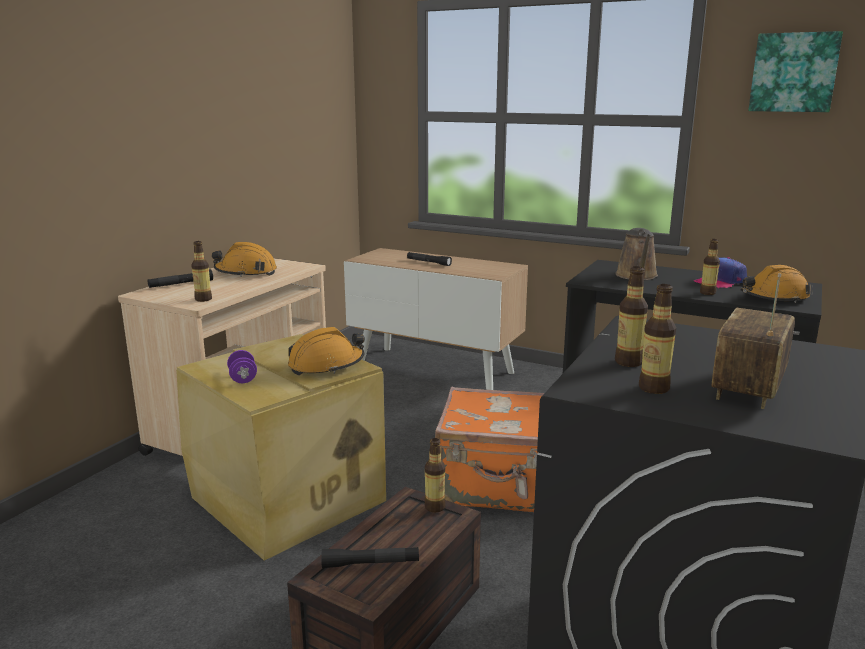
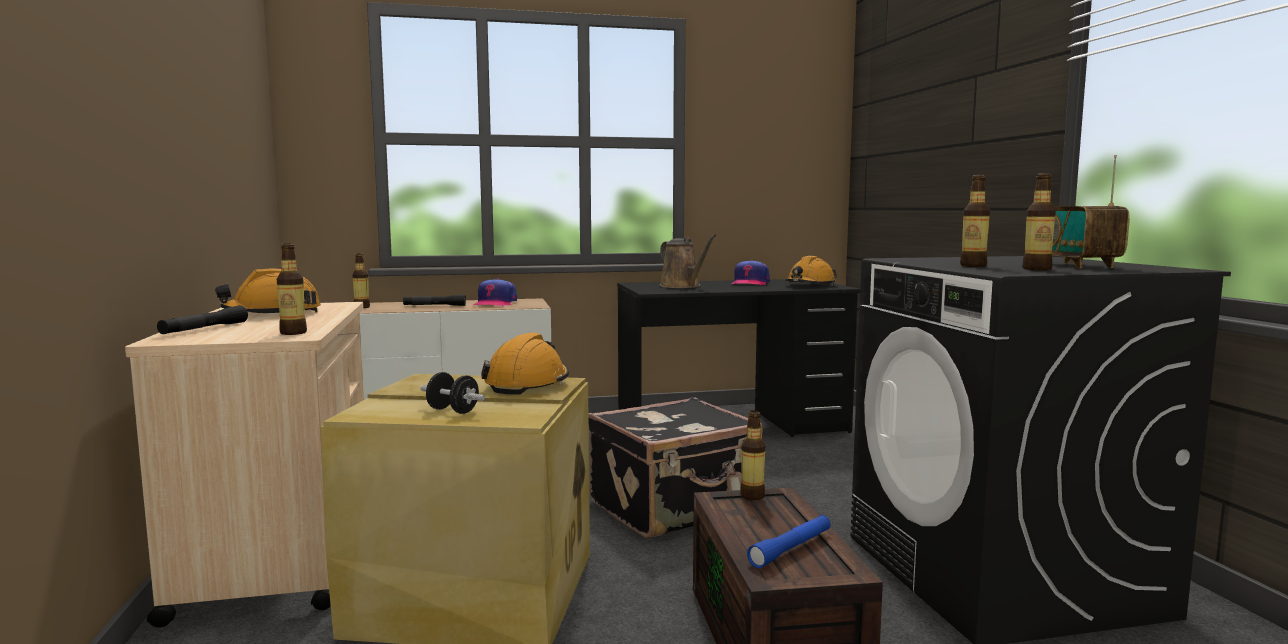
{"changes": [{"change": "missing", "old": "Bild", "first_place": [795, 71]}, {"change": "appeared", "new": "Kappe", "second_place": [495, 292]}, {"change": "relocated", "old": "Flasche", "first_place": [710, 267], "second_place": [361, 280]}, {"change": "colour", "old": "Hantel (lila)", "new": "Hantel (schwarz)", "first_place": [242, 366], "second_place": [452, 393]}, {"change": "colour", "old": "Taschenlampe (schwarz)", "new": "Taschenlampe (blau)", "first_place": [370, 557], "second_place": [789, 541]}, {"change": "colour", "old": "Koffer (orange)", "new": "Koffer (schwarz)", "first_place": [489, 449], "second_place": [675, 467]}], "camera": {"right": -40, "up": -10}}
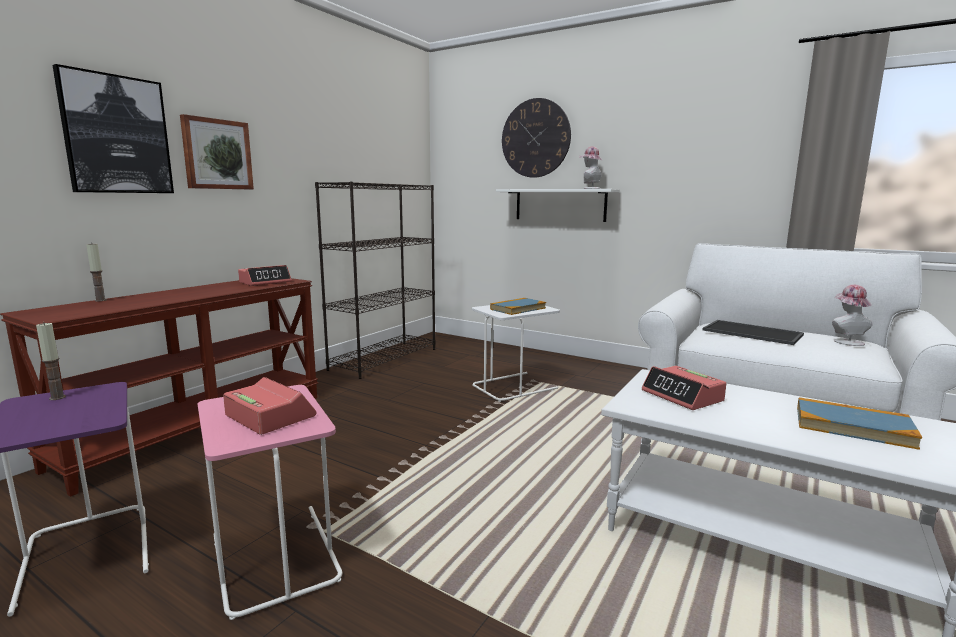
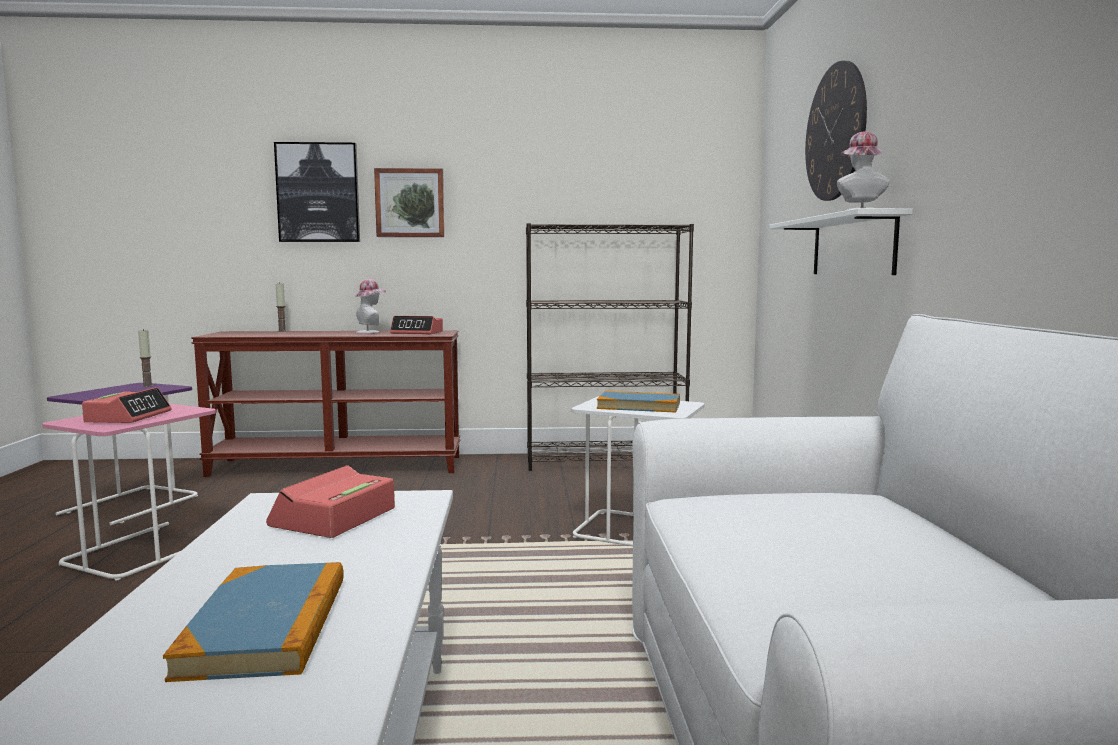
{"changes": [{"change": "missing", "old": "Tablett", "first_place": [753, 332]}, {"change": "relocated", "old": "Hut", "first_place": [852, 315], "second_place": [370, 306]}], "camera": {"right": 55, "up": -5}}
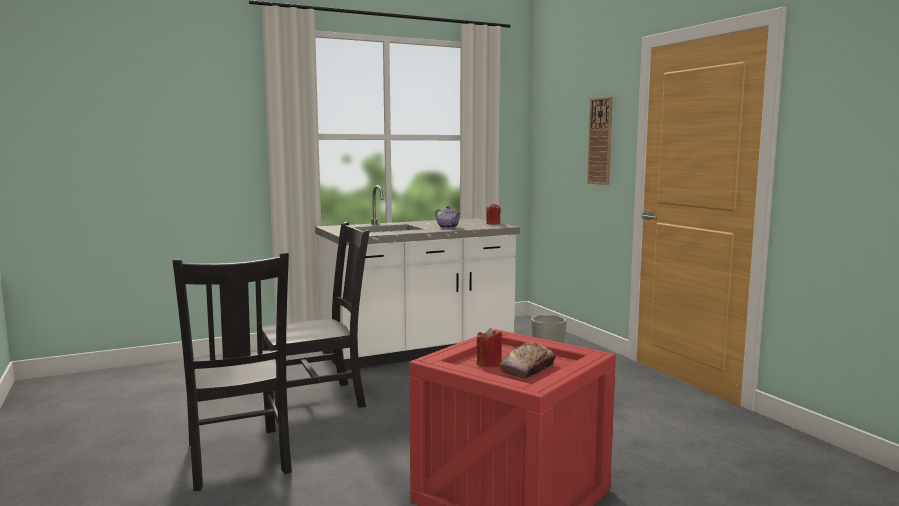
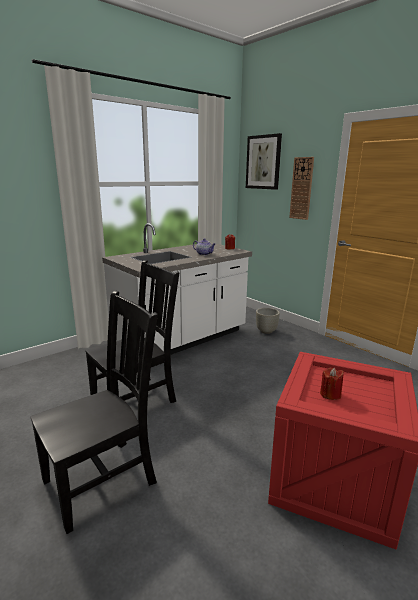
{"changes": [{"change": "missing", "old": "Brot", "first_place": [528, 360]}, {"change": "appeared", "new": "Bild", "second_place": [264, 161]}, {"change": "spun", "old": "Stuhl (schwarz)", "first_place": [232, 372], "second_place": [94, 412], "degrees": -90}], "camera": {"right": -15, "up": 10}}
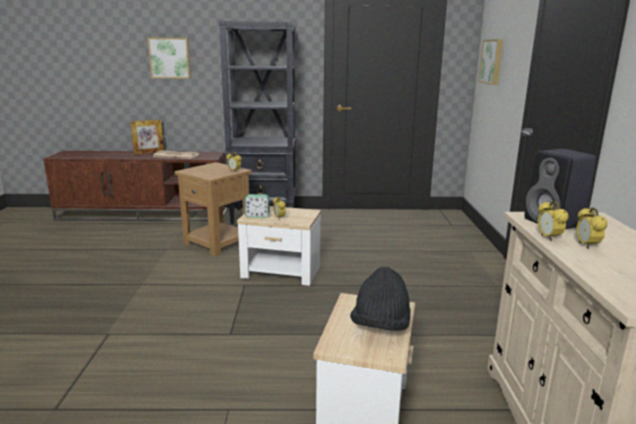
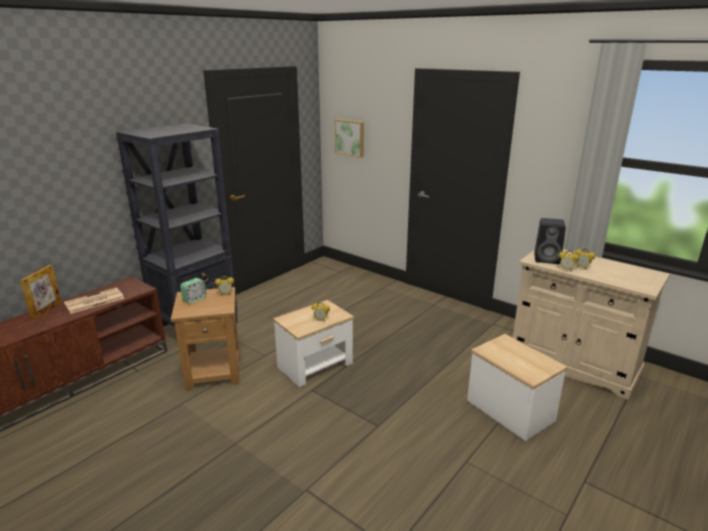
{"changes": [{"change": "missing", "old": "Bild", "first_place": [169, 58]}, {"change": "missing", "old": "Hut (schwarz)", "first_place": [380, 299]}, {"change": "relocated", "old": "Wecker", "first_place": [256, 206], "second_place": [193, 291]}], "camera": {"right": -50, "up": 5}}
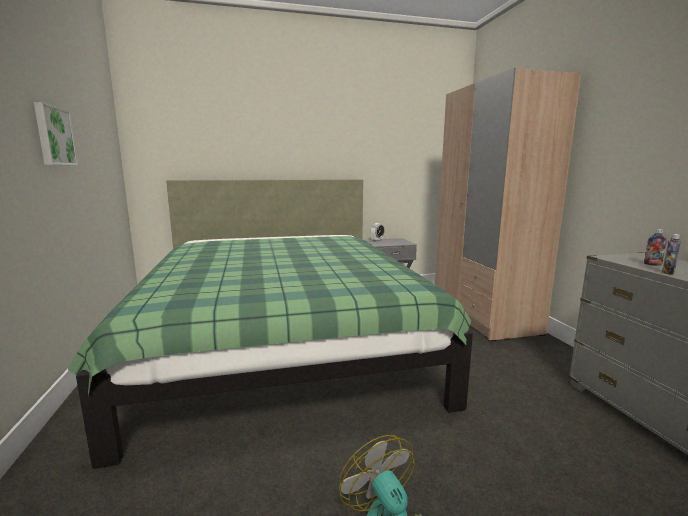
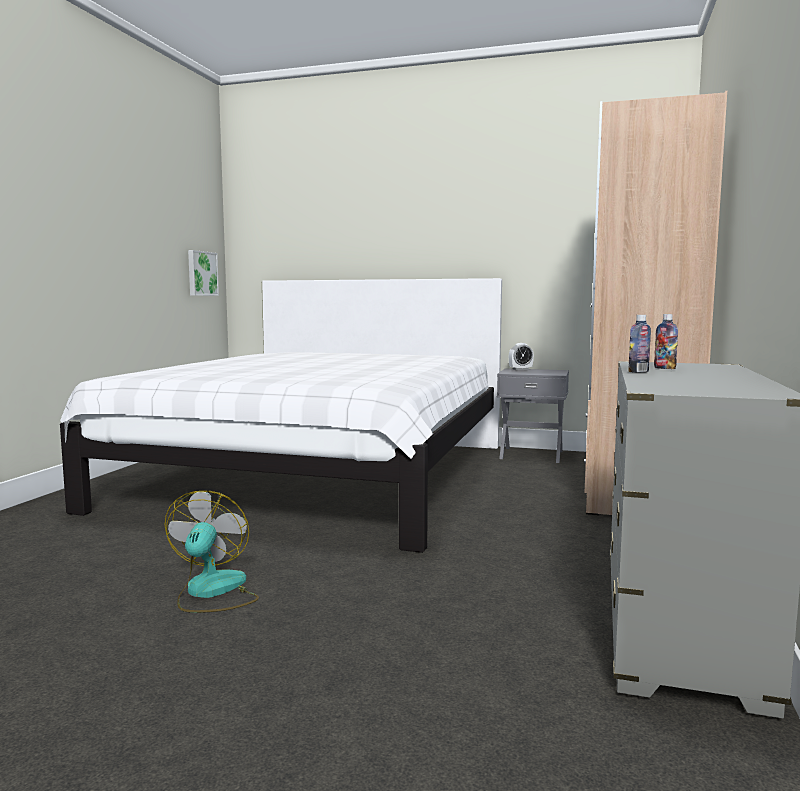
{"changes": [{"change": "relocated", "old": "Bild", "first_place": [56, 134], "second_place": [203, 273]}, {"change": "colour", "old": "Bett (grün)", "new": "Bett (weiß)", "first_place": [270, 324], "second_place": [281, 415]}], "camera": {"right": 30, "up": -5}}
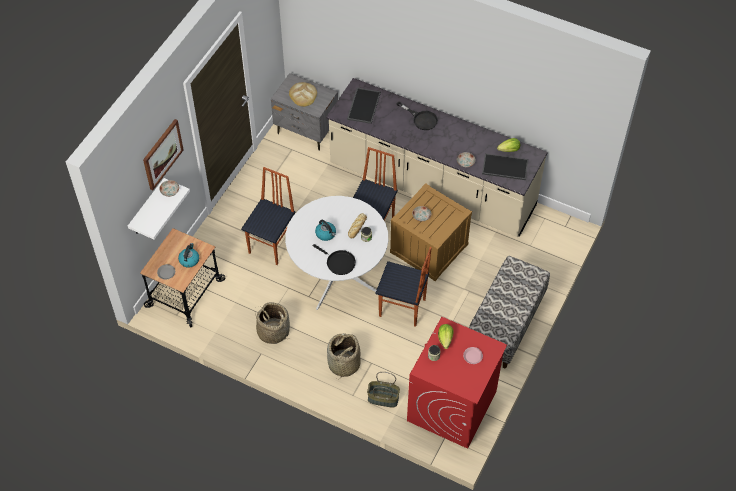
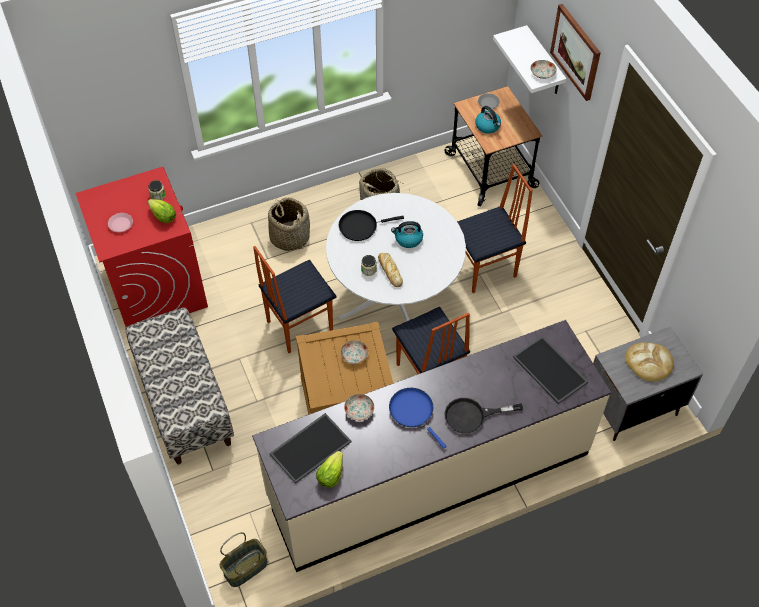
{"changes": [{"change": "appeared", "new": "Pfanne (blau)", "second_place": [418, 418]}, {"change": "relocated", "old": "Korb", "first_place": [383, 390], "second_place": [244, 559]}, {"change": "spun", "old": "Stuhl", "first_place": [268, 216], "second_place": [495, 228], "degrees": -90}], "camera": {"right": 130, "up": 0}}
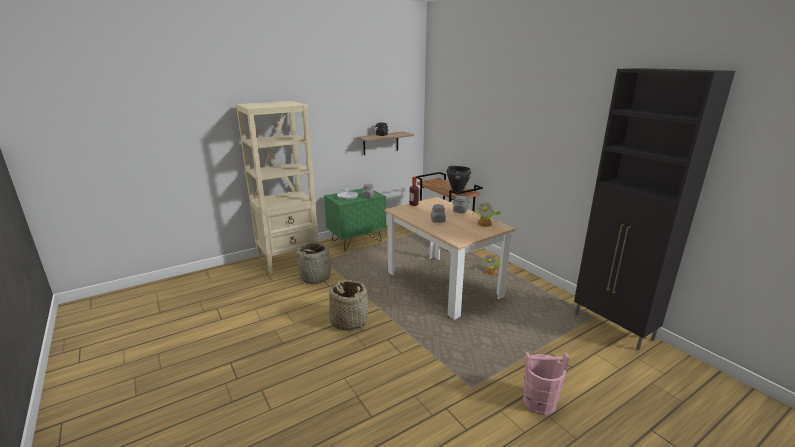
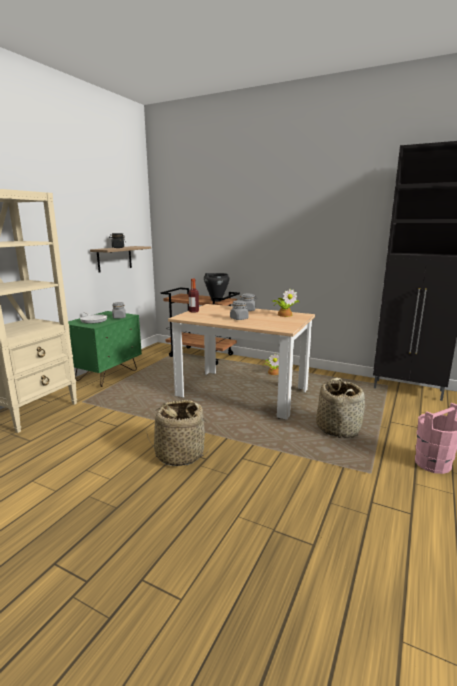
{"changes": [{"change": "relocated", "old": "Korb", "first_place": [314, 262], "second_place": [340, 408]}], "camera": {"right": -30, "up": -5}}
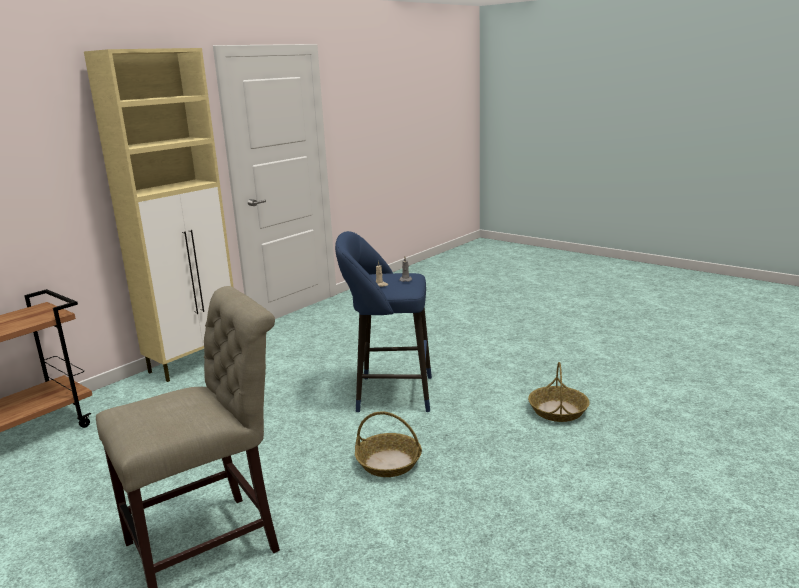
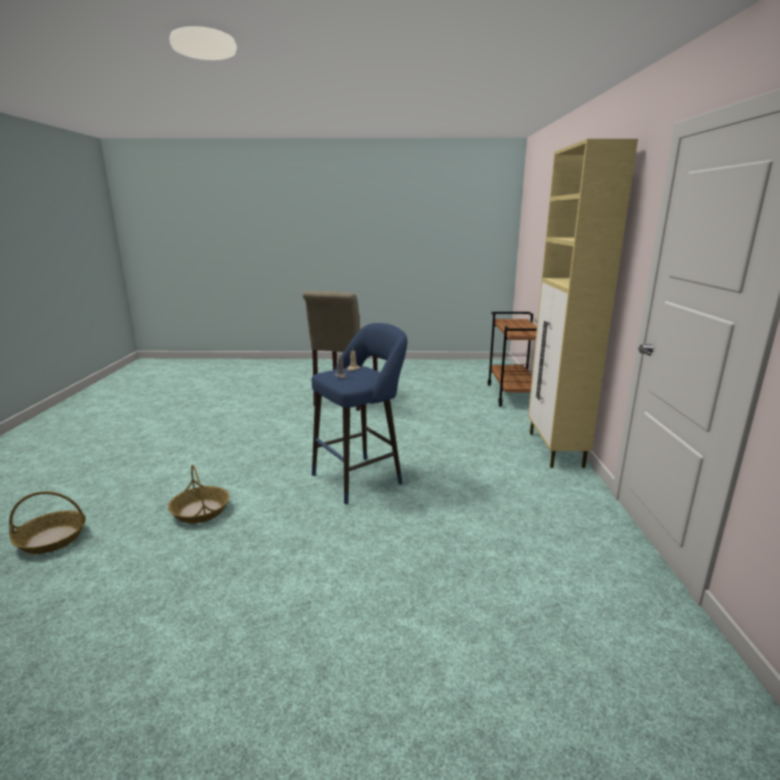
{"changes": [{"change": "relocated", "old": "Korb", "first_place": [388, 444], "second_place": [47, 522]}], "camera": {"right": 140, "up": 0}}
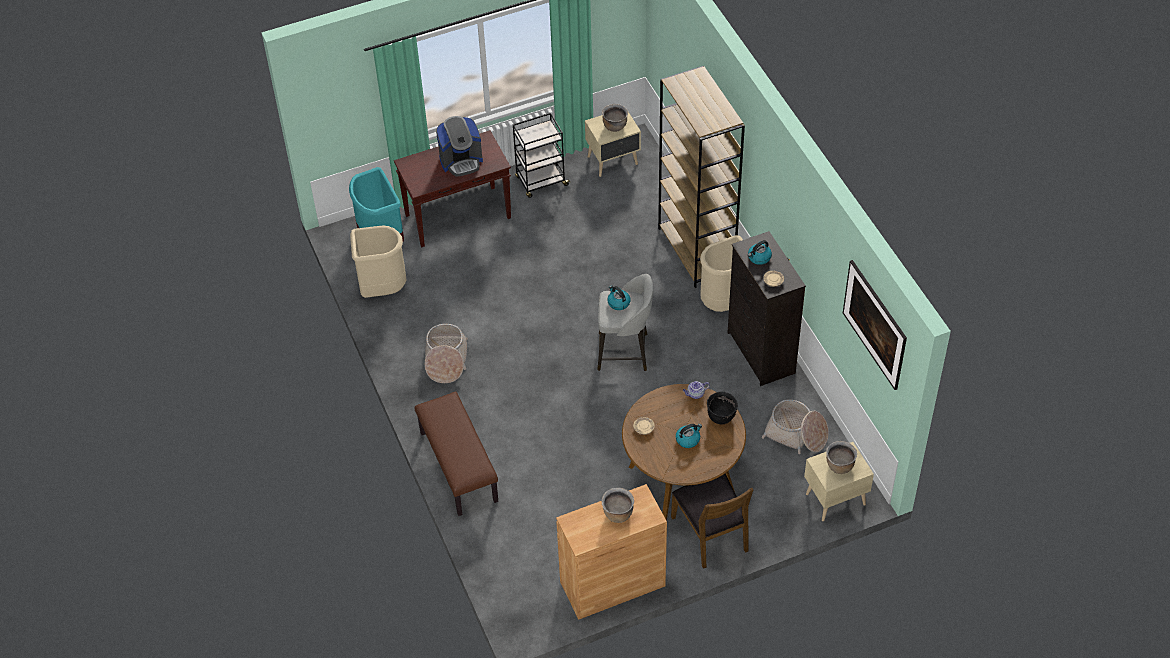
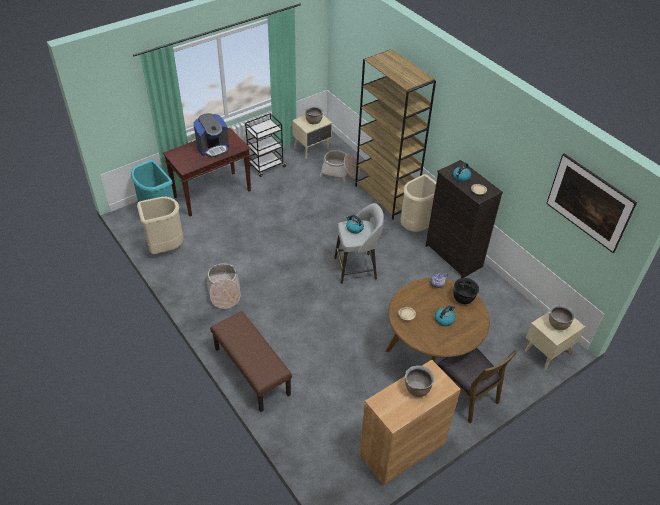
{"changes": [{"change": "relocated", "old": "Korb", "first_place": [795, 426], "second_place": [340, 166]}], "camera": {"right": -15, "up": -5}}
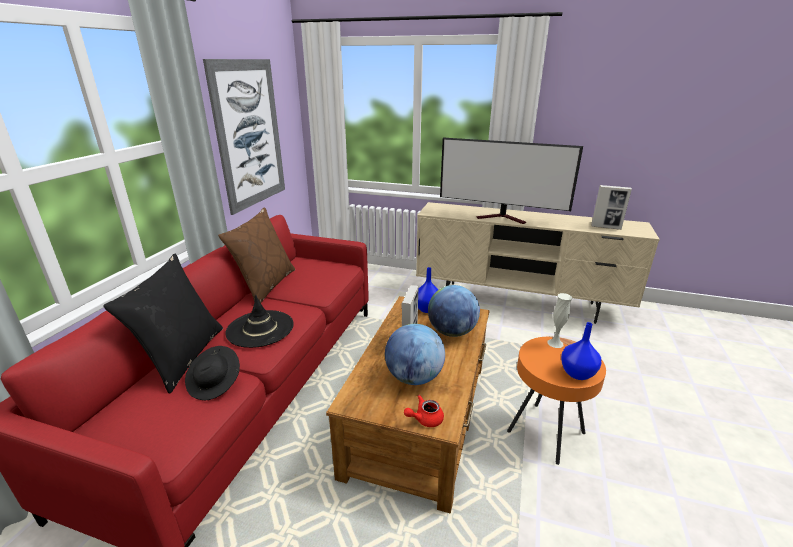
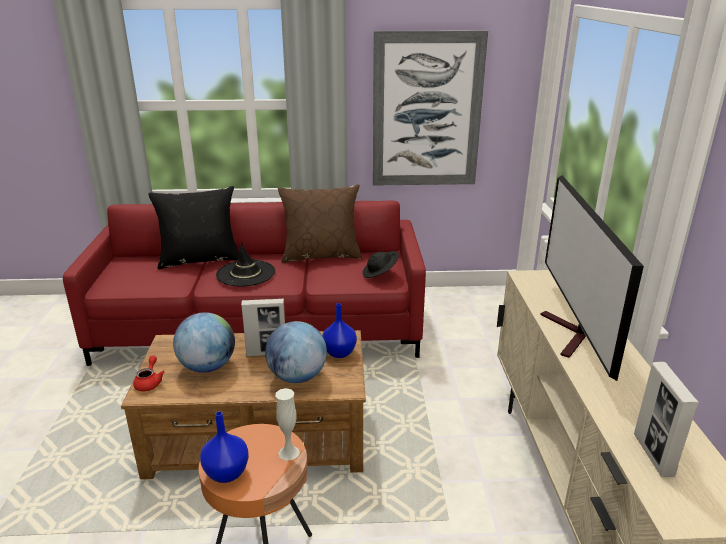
{"changes": [{"change": "relocated", "old": "Hut (schwarz)", "first_place": [212, 373], "second_place": [380, 264]}, {"change": "spun", "old": "Teekanne (rot)", "first_place": [424, 411], "second_place": [149, 374], "degrees": 45}], "camera": {"right": 70, "up": 0}}
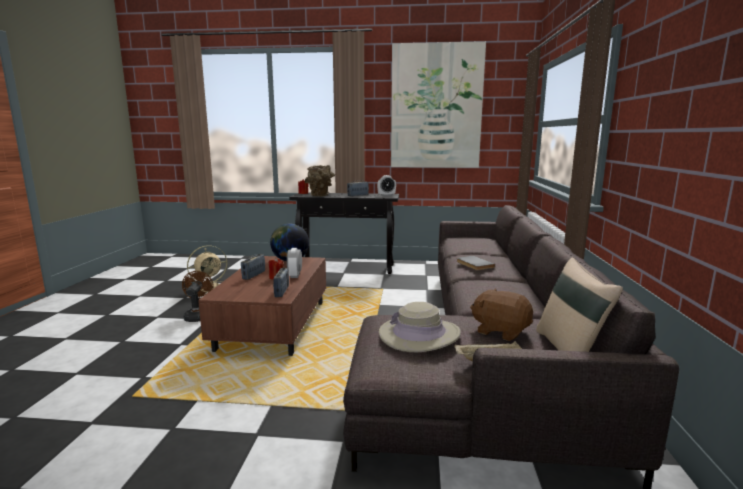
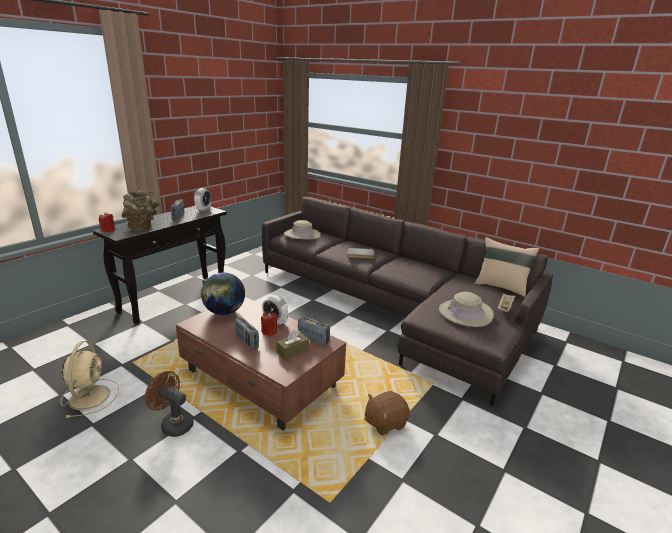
{"changes": [{"change": "missing", "old": "Bild", "first_place": [438, 104]}, {"change": "appeared", "new": "Taschentuchbox (braun)", "second_place": [292, 344]}, {"change": "appeared", "new": "Hut (beige)", "second_place": [302, 229]}, {"change": "relocated", "old": "Plüschtier (braun)", "first_place": [501, 315], "second_place": [387, 413]}], "camera": {"right": -60, "up": 10}}
